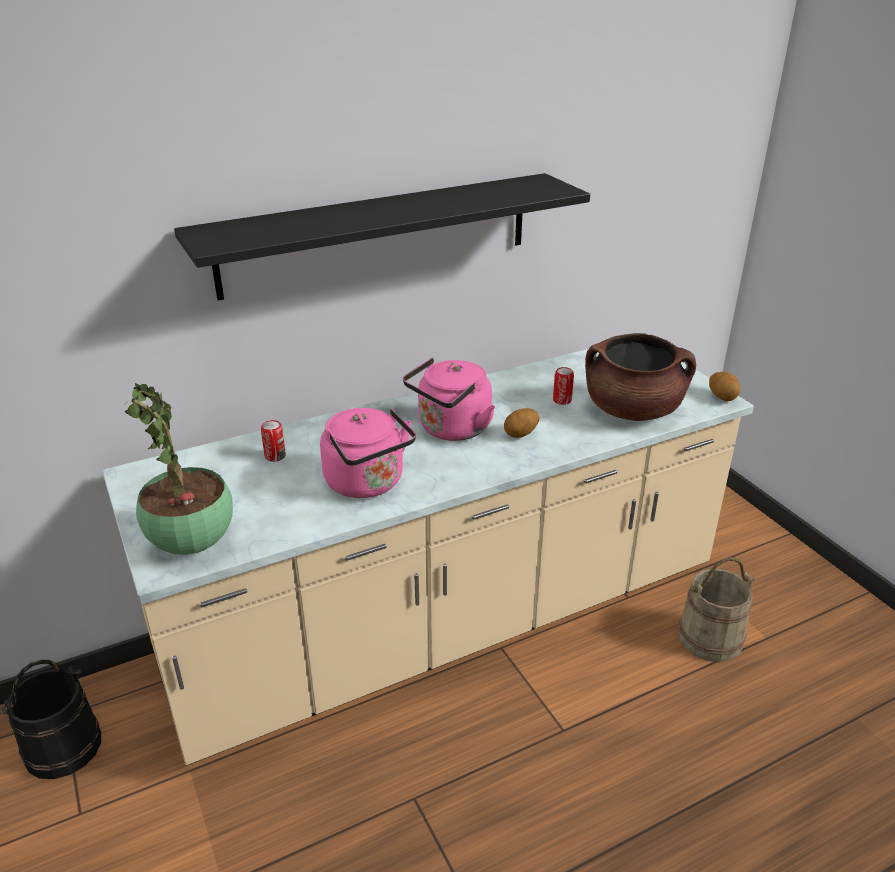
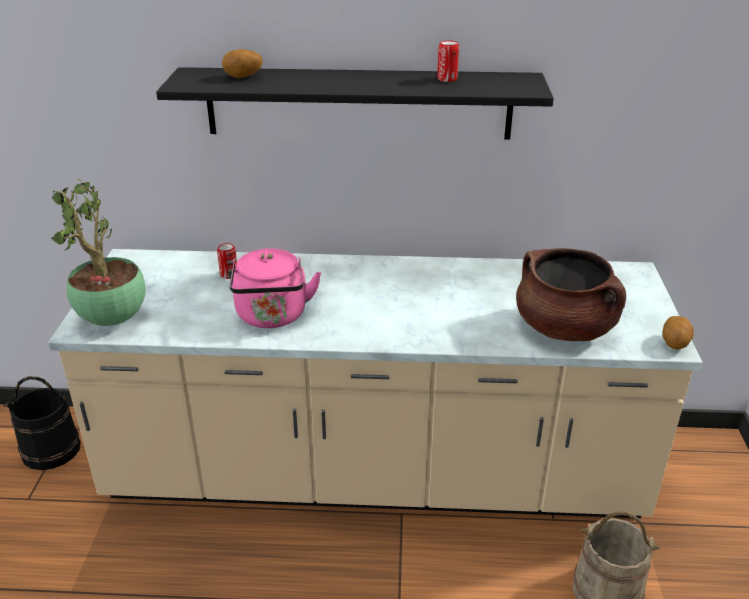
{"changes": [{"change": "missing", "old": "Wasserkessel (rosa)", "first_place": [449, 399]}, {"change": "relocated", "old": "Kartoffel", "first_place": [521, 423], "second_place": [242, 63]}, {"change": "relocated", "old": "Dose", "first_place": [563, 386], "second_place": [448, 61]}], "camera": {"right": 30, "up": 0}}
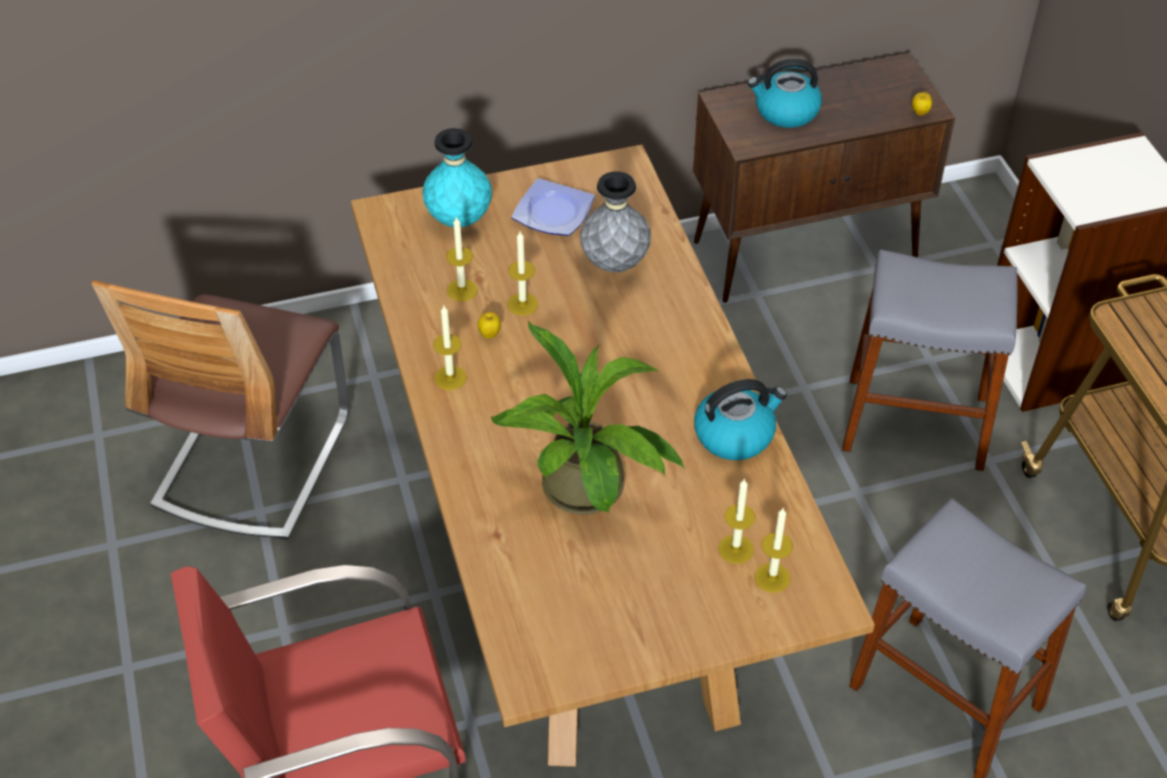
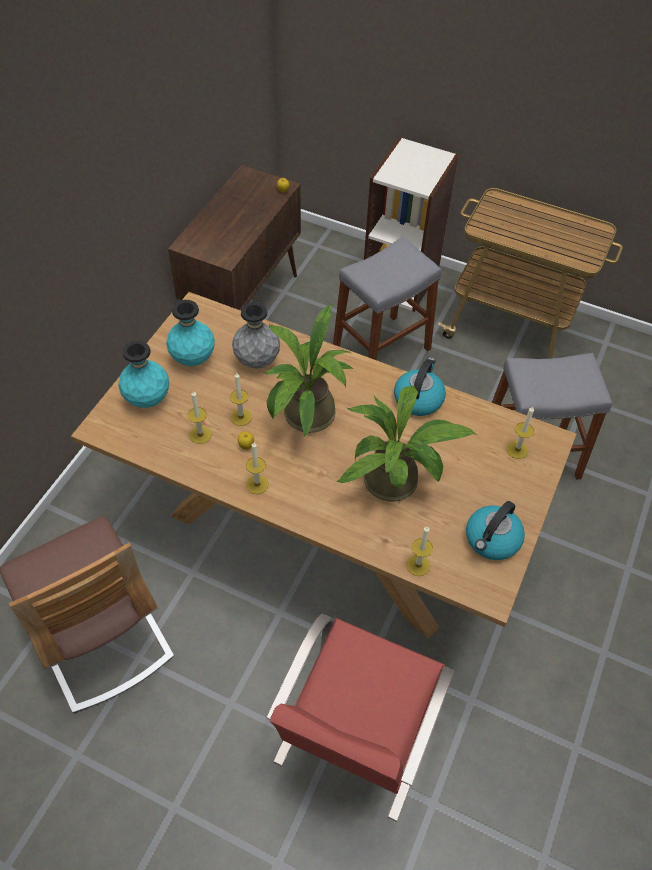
{"changes": [{"change": "appeared", "new": "Topfpflanze", "second_place": [308, 371]}, {"change": "relocated", "old": "Kerze", "first_place": [736, 521], "second_place": [419, 551]}, {"change": "relocated", "old": "Wasserkessel", "first_place": [785, 93], "second_place": [495, 530]}, {"change": "exchanged", "old": "Teller", "new": "Vase (türkis)", "first_place": [553, 207], "second_place": [190, 333]}], "camera": {"right": -50, "up": 5}}
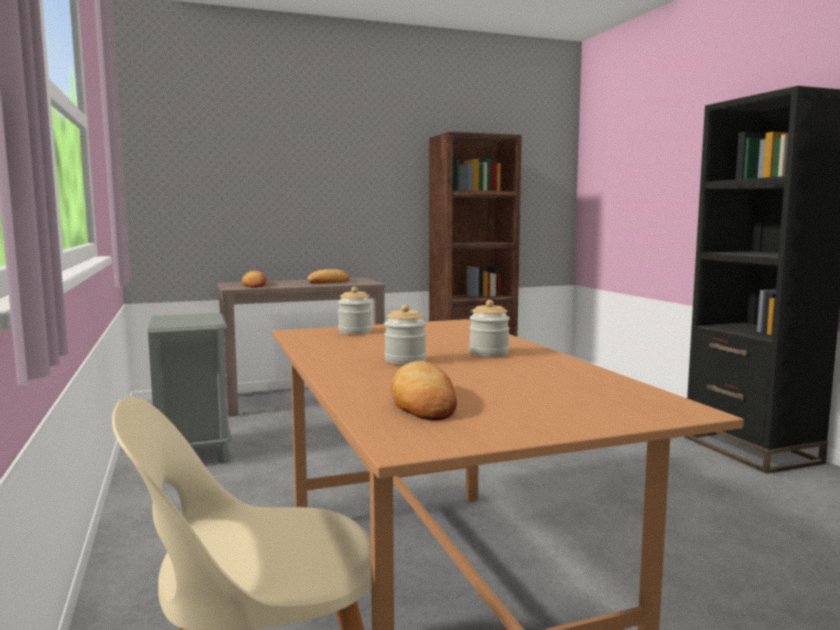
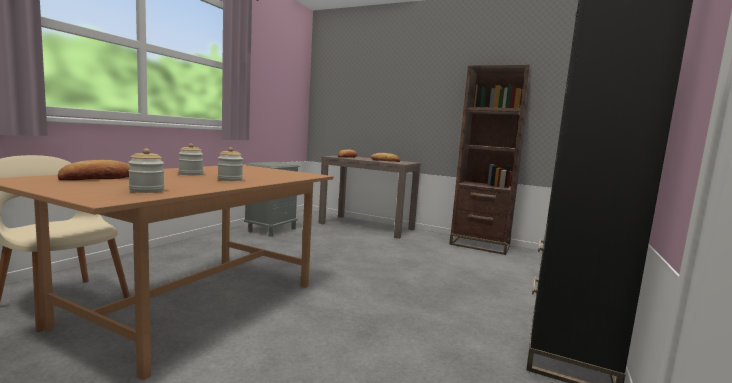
{"changes": [{"change": "relocated", "old": "Vorratsglas", "first_place": [355, 310], "second_place": [146, 170]}], "camera": {"right": 45, "up": 0}}
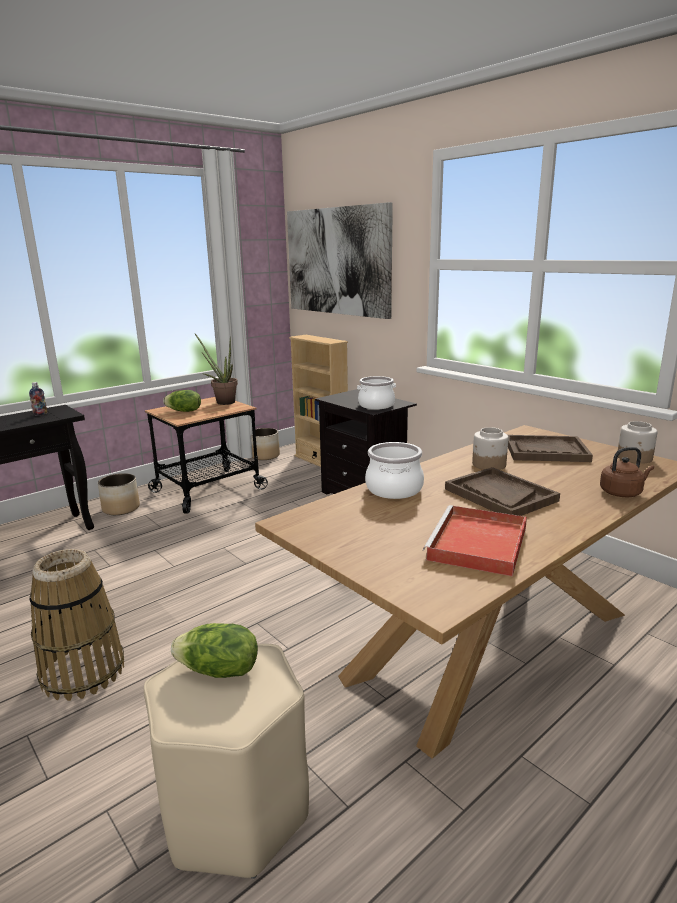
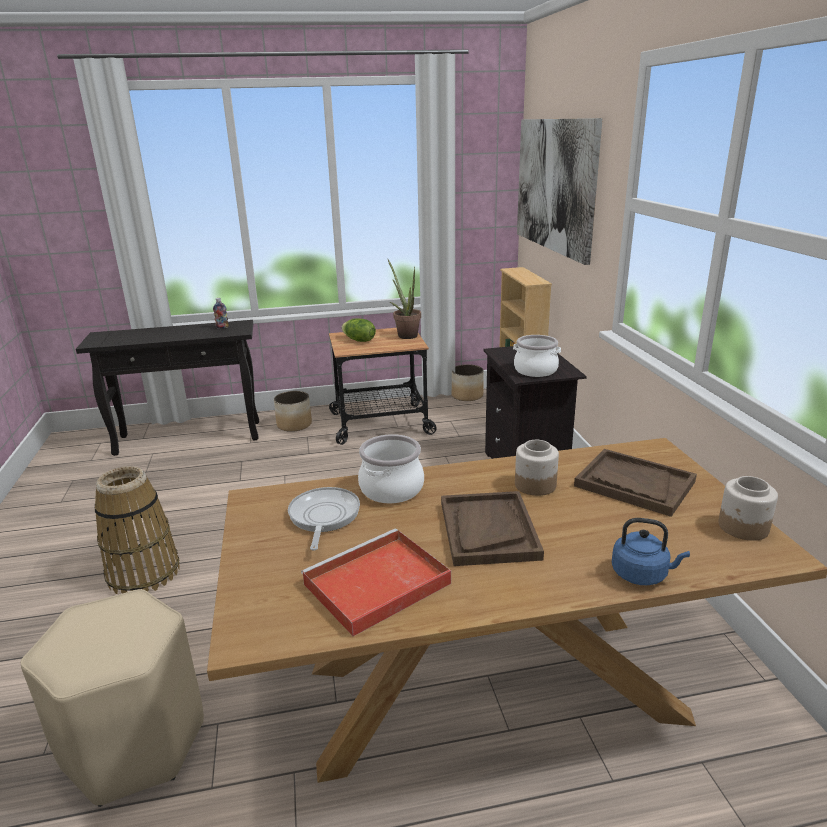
{"changes": [{"change": "missing", "old": "Salatkopf", "first_place": [214, 650]}, {"change": "appeared", "new": "Pfanne", "second_place": [324, 519]}, {"change": "colour", "old": "Wasserkessel (braun)", "new": "Wasserkessel (blau)", "first_place": [627, 472], "second_place": [651, 551]}], "camera": {"right": 30, "up": 5}}
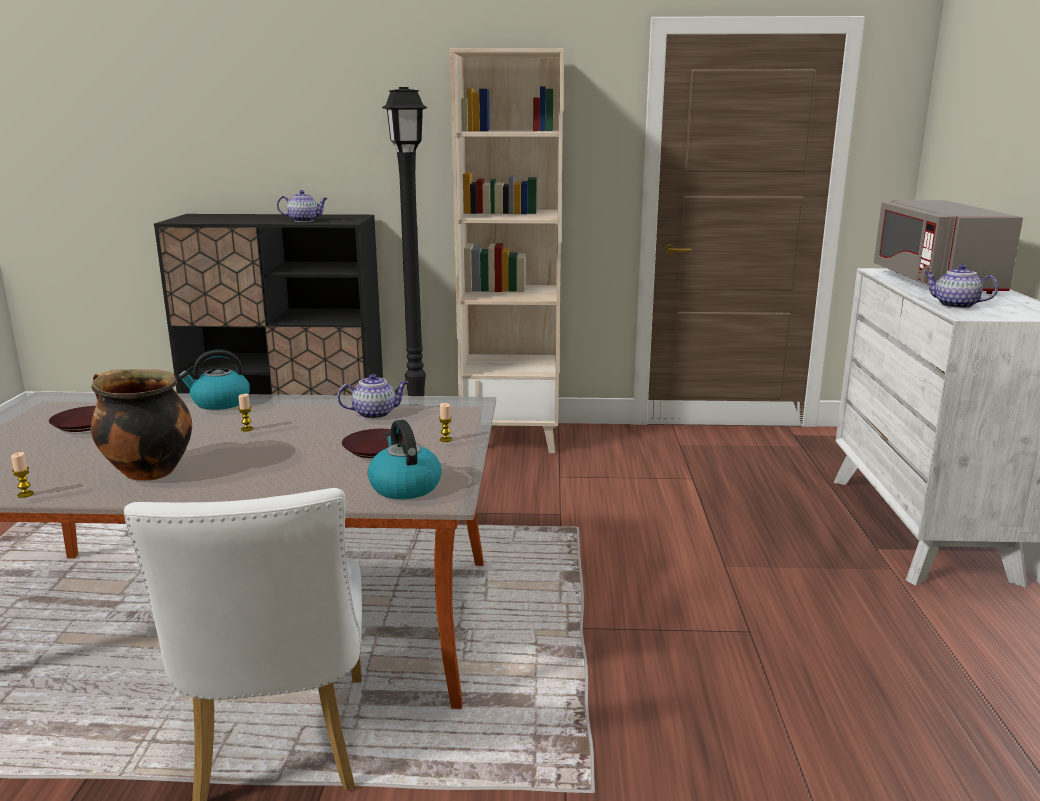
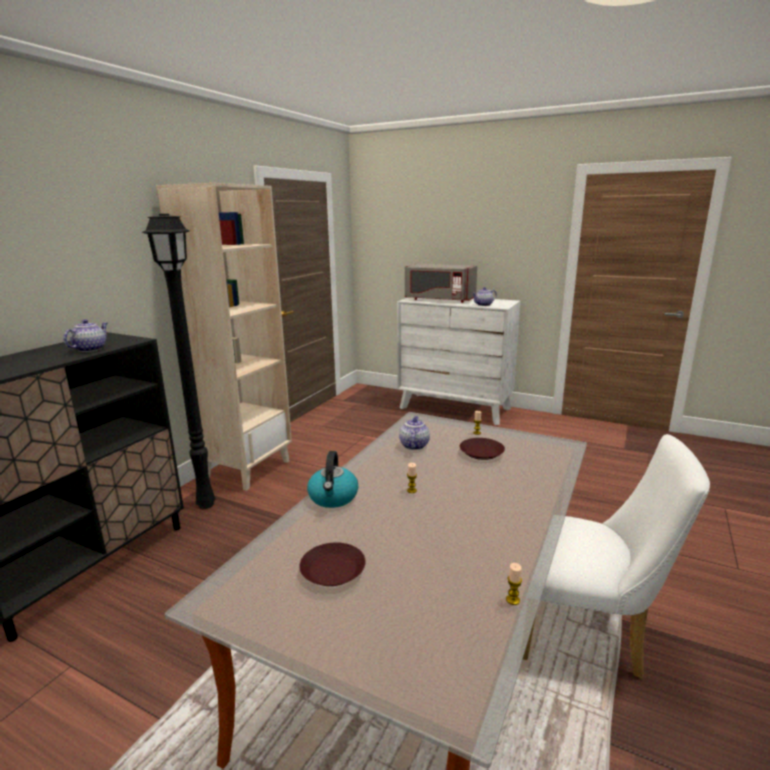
{"changes": [{"change": "missing", "old": "Kochtopf", "first_place": [141, 425]}, {"change": "missing", "old": "Wasserkessel", "first_place": [405, 459]}], "camera": {"right": -65, "up": 0}}
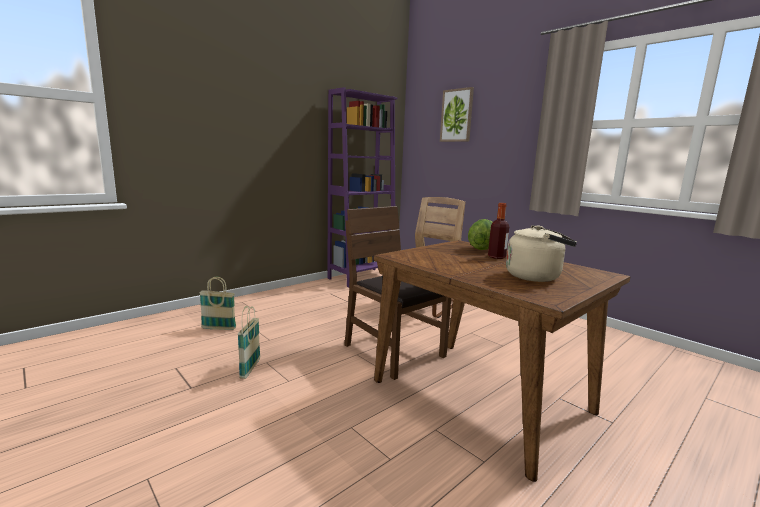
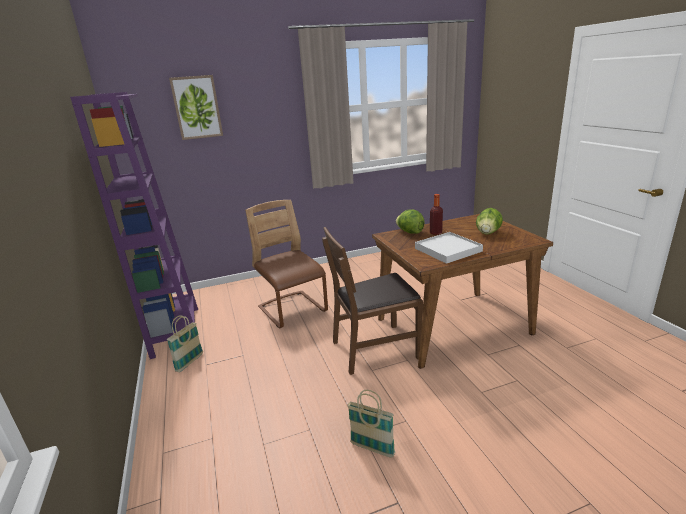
{"changes": [{"change": "appeared", "new": "Tablett (weiß)", "second_place": [449, 248]}, {"change": "relocated", "old": "Korb", "first_place": [217, 303], "second_place": [185, 343]}, {"change": "exchanged", "old": "Wasserkessel (beige)", "new": "Salatkopf", "first_place": [541, 253], "second_place": [489, 221]}], "camera": {"right": -65, "up": 10}}
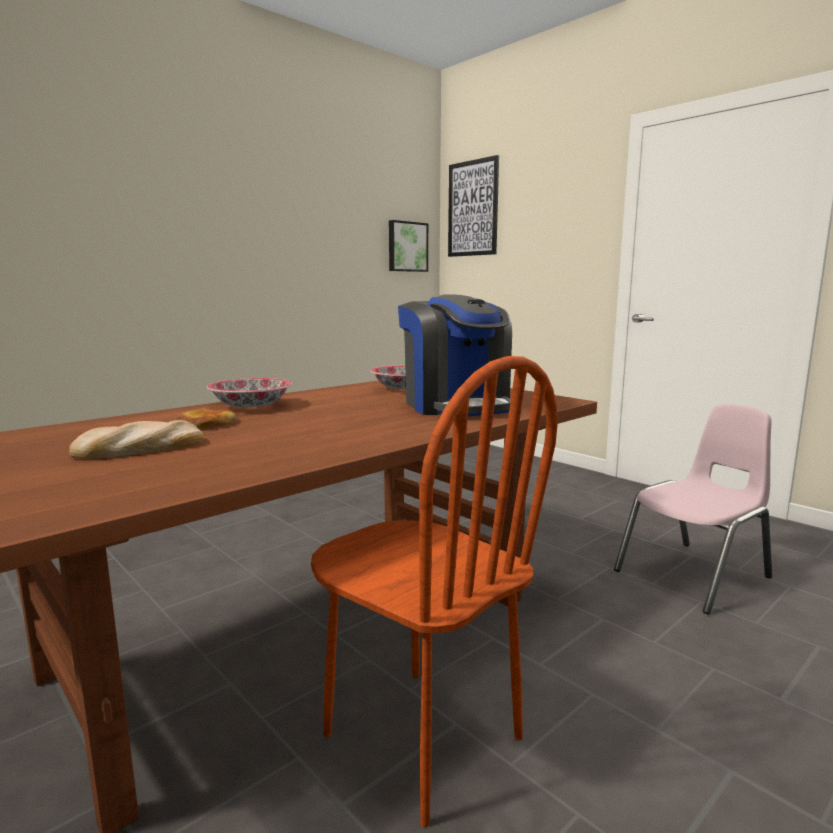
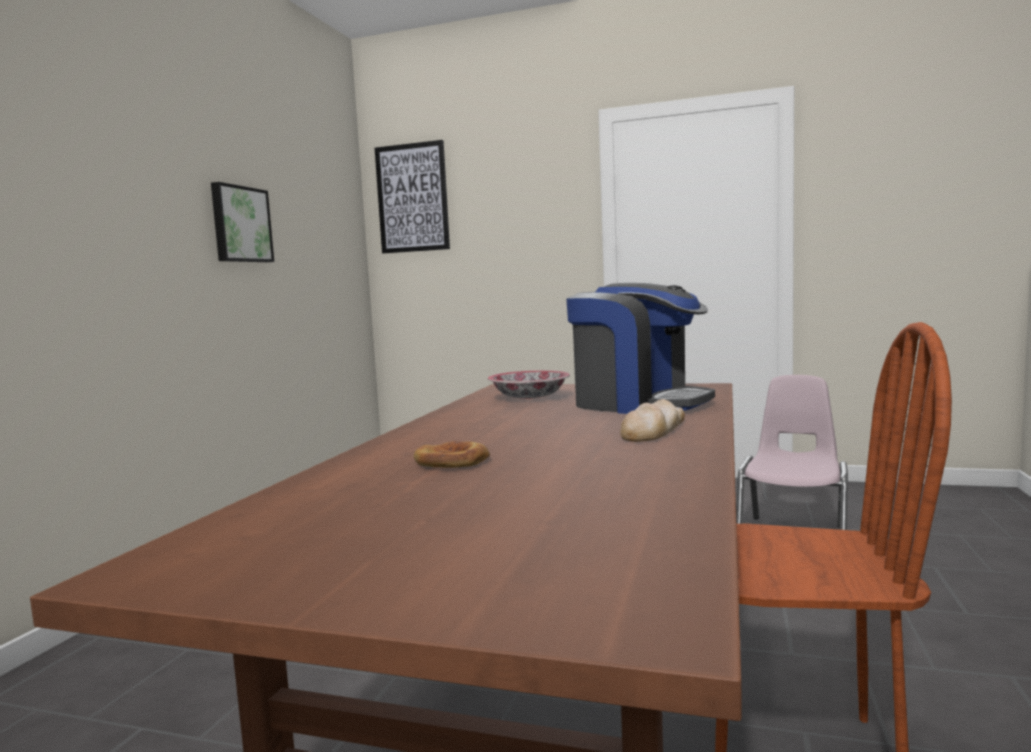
{"changes": [{"change": "missing", "old": "Schüssel", "first_place": [249, 392]}, {"change": "relocated", "old": "Brot", "first_place": [136, 439], "second_place": [652, 420]}, {"change": "relocated", "old": "Bild", "first_place": [408, 246], "second_place": [242, 222]}], "camera": {"right": -30, "up": -5}}
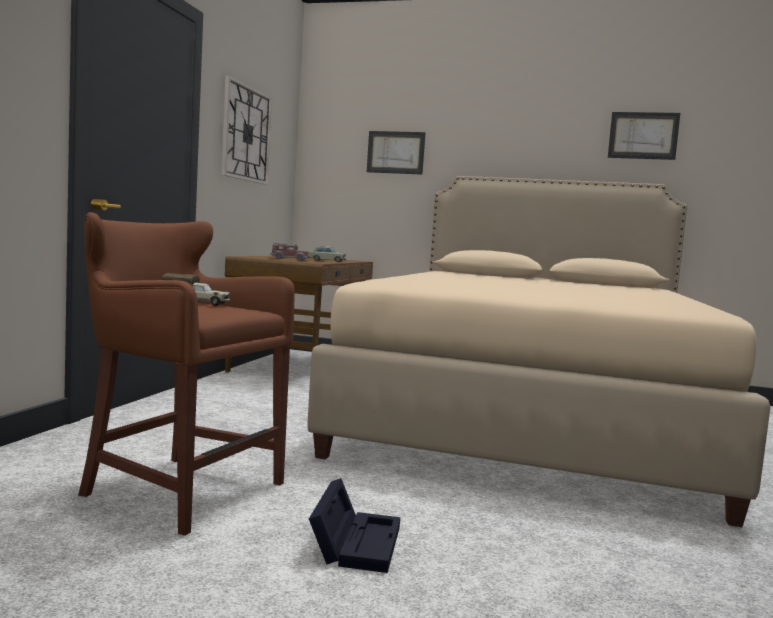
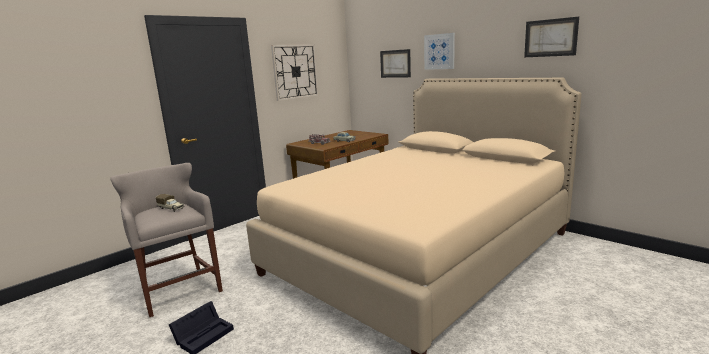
{"changes": [{"change": "appeared", "new": "Bild", "second_place": [439, 51]}, {"change": "colour", "old": "Hocker (braun)", "new": "Hocker (grau)", "first_place": [186, 374], "second_place": [166, 240]}], "camera": {"right": 30, "up": 10}}
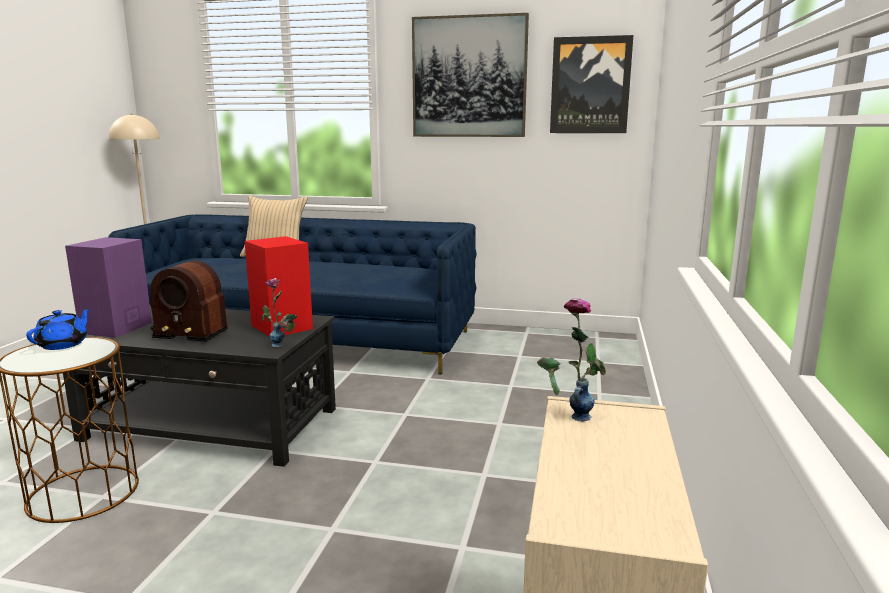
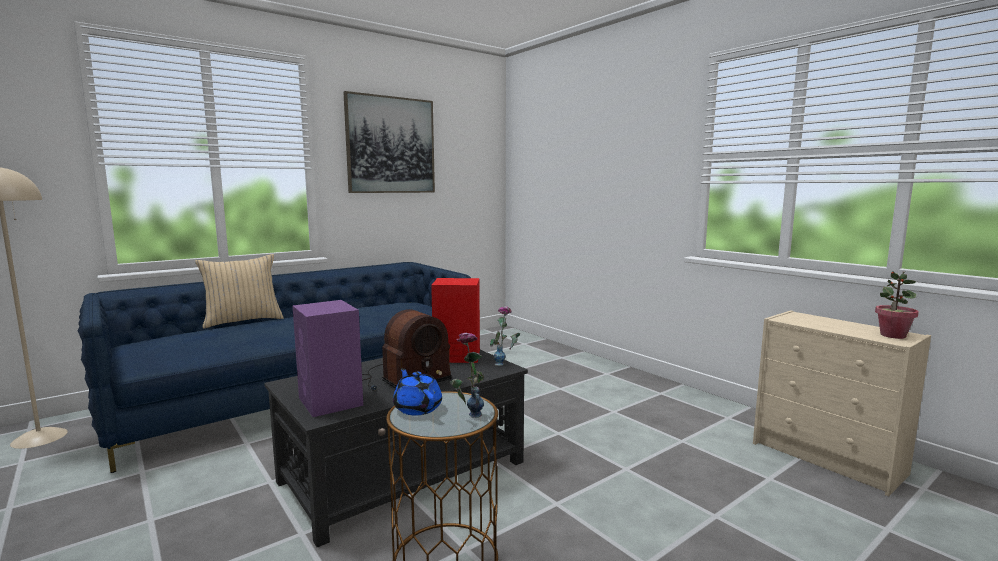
{"changes": [{"change": "missing", "old": "Bild", "first_place": [591, 84]}, {"change": "appeared", "new": "Topfpflanze", "second_place": [897, 305]}, {"change": "relocated", "old": "Vase", "first_place": [571, 360], "second_place": [466, 375]}], "camera": {"right": -50, "up": -5}}
